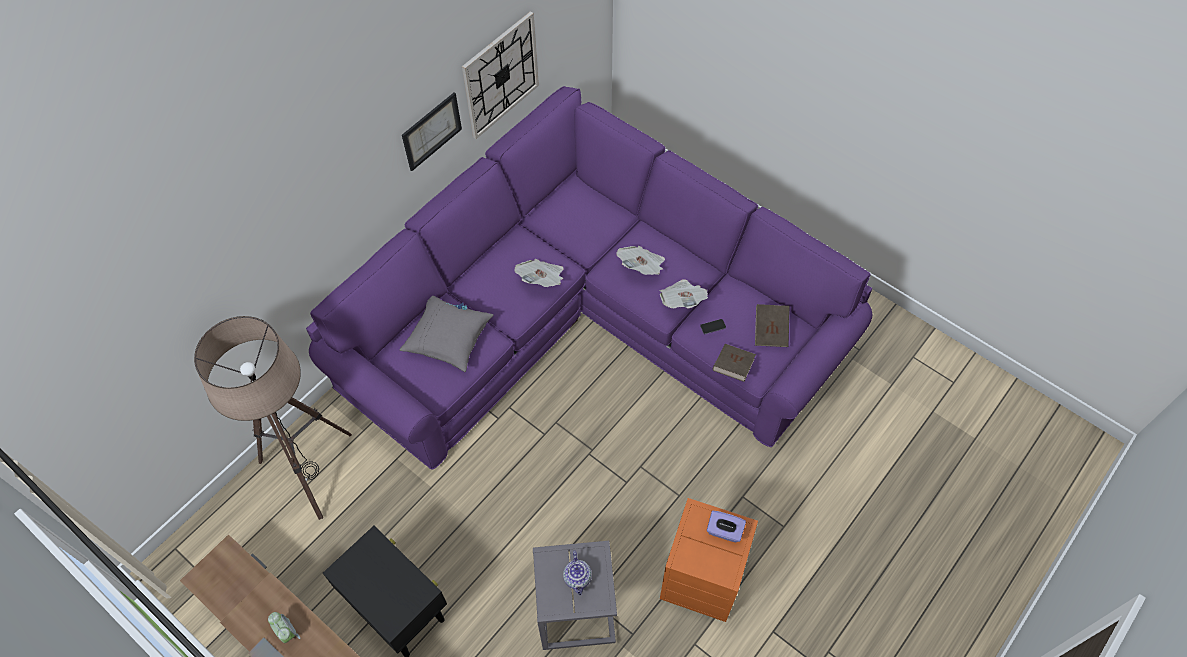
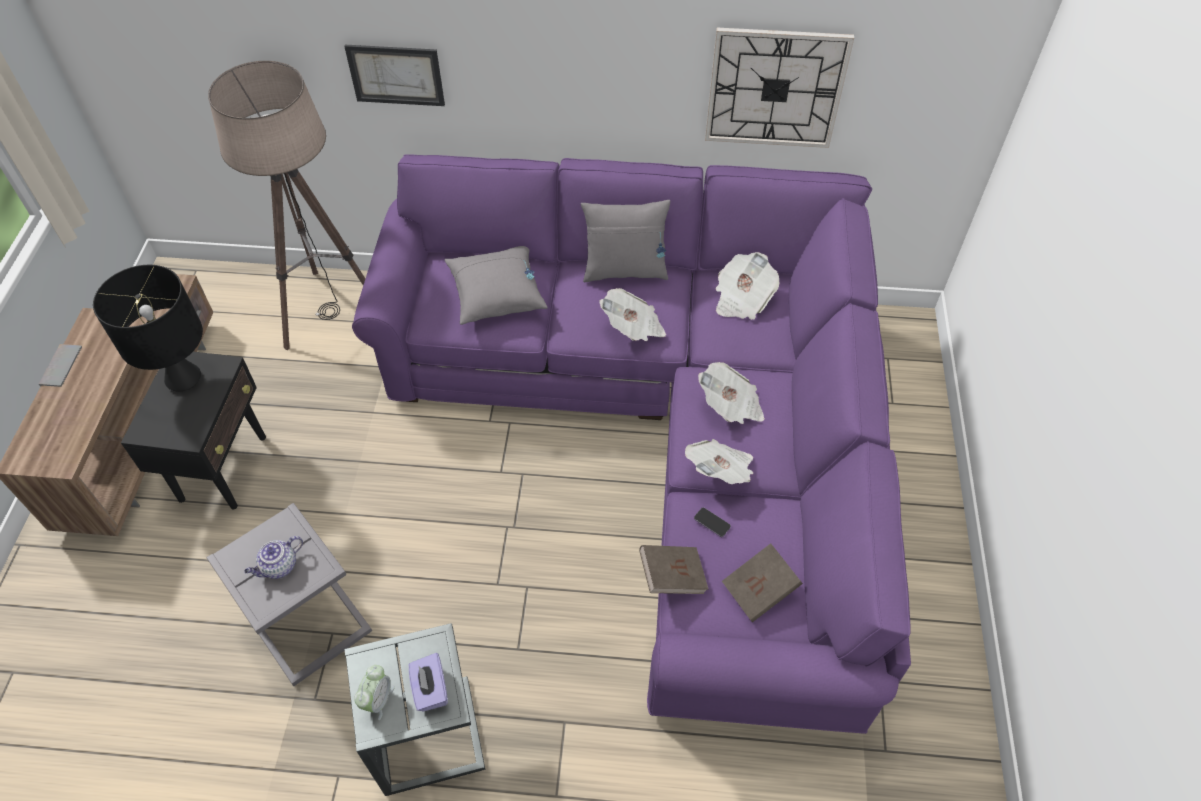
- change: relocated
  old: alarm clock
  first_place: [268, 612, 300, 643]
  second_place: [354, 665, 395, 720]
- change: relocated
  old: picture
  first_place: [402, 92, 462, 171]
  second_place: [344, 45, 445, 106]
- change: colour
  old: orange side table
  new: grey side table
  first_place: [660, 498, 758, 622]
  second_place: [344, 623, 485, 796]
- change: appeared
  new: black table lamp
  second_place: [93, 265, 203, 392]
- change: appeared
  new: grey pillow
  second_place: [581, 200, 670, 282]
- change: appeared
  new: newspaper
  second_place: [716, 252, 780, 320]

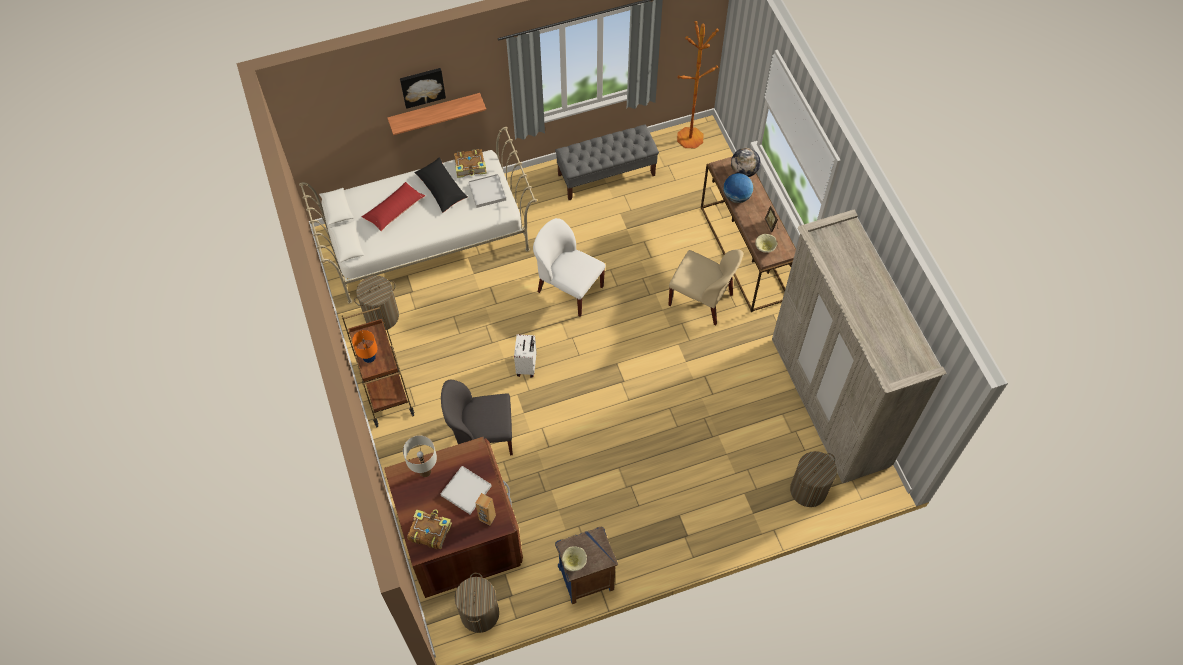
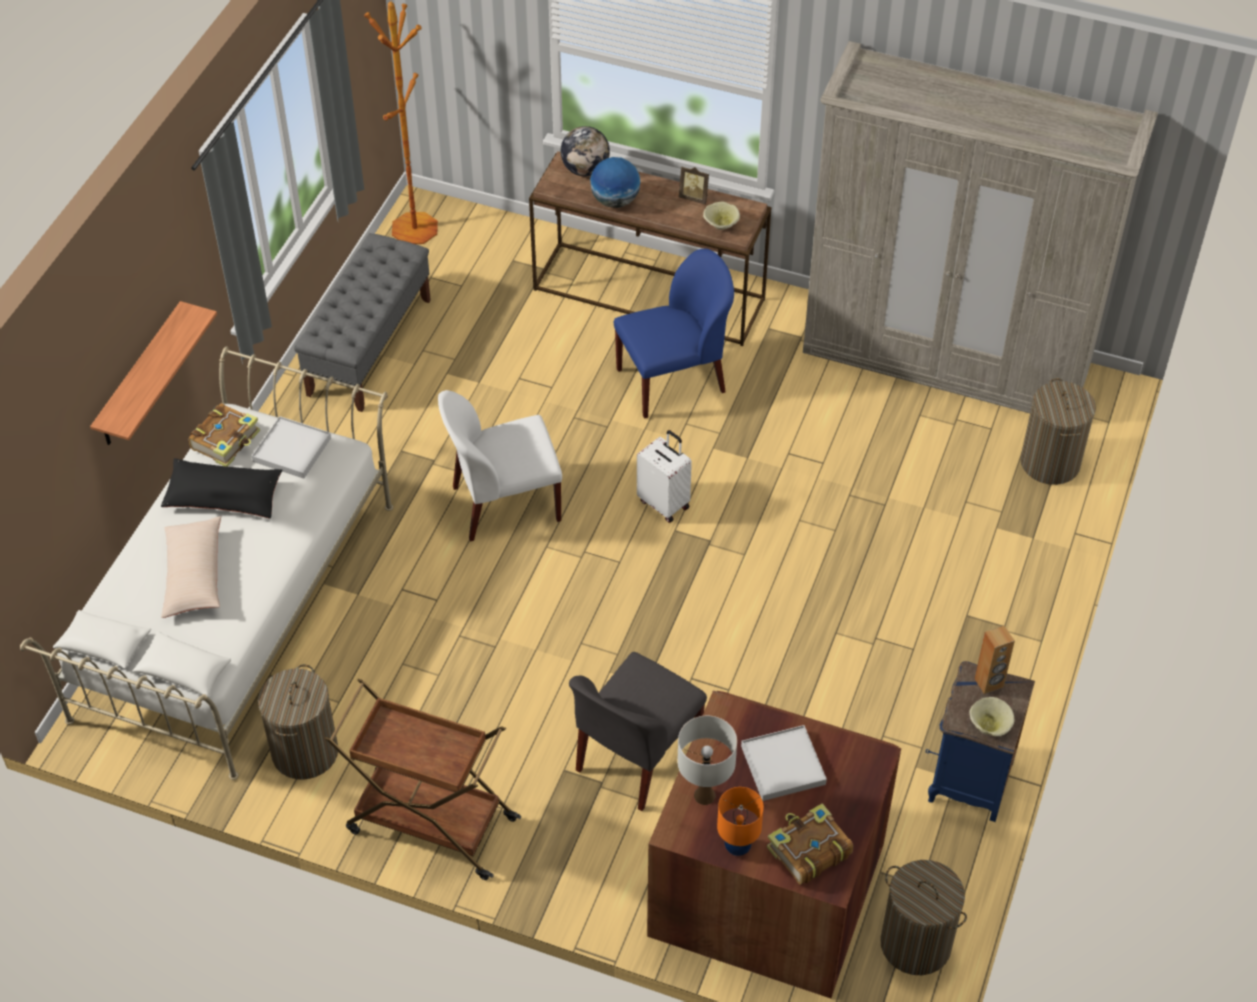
- change: relocated
  old: orange table lamp
  first_place: [352, 330, 377, 363]
  second_place: [717, 787, 764, 856]
- change: colour
  old: red pillow
  new: beige pillow
  first_place: [362, 182, 425, 231]
  second_place: [161, 516, 221, 618]
- change: missing
  old: picture
  first_place: [400, 68, 446, 109]
- change: relocated
  old: brown speaker
  first_place: [475, 493, 496, 525]
  second_place: [974, 626, 1015, 694]
- change: relocated
  old: white suitcase
  first_place: [514, 334, 537, 378]
  second_place: [637, 430, 692, 523]
- change: colour
  old: beige chair
  new: blue chair
  first_place: [668, 249, 743, 325]
  second_place: [614, 249, 734, 419]

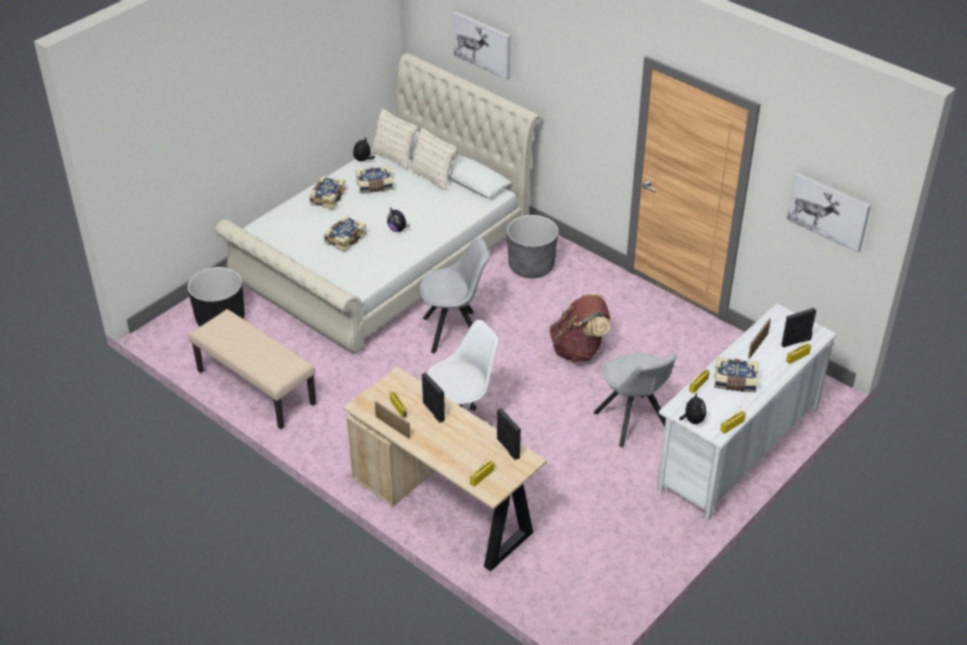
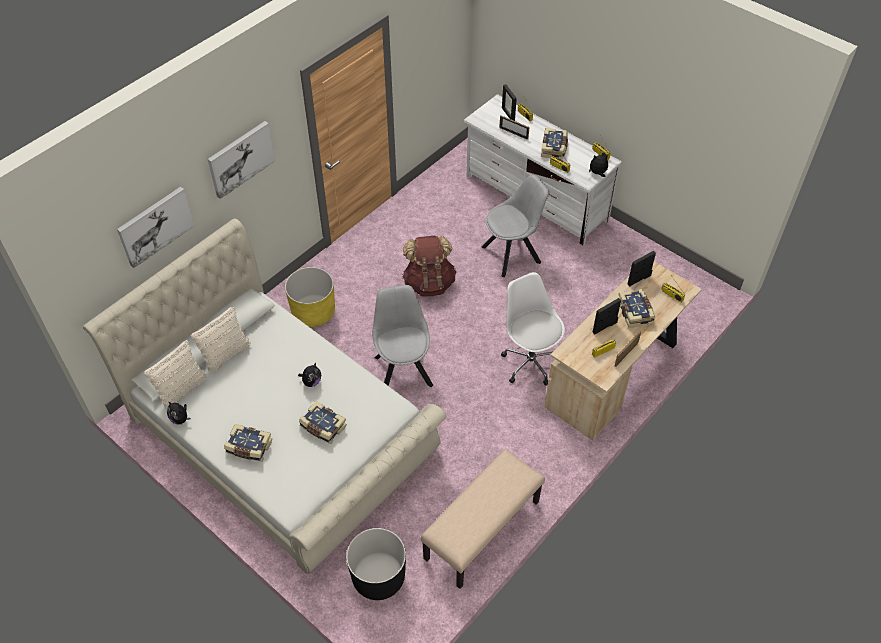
- change: relocated
  old: book
  first_place: [356, 166, 394, 193]
  second_place: [618, 289, 655, 328]
- change: colour
  old: grey planter
  new: yellow planter
  first_place: [507, 215, 558, 278]
  second_place: [285, 267, 335, 327]
- change: relocated
  old: picture
  first_place: [787, 173, 871, 253]
  second_place: [208, 121, 275, 199]

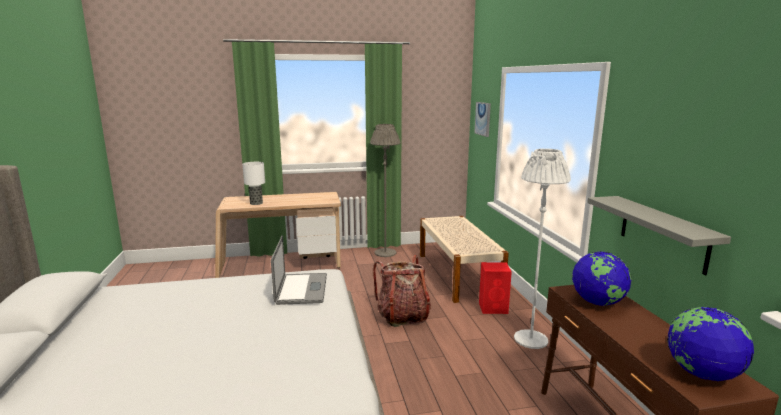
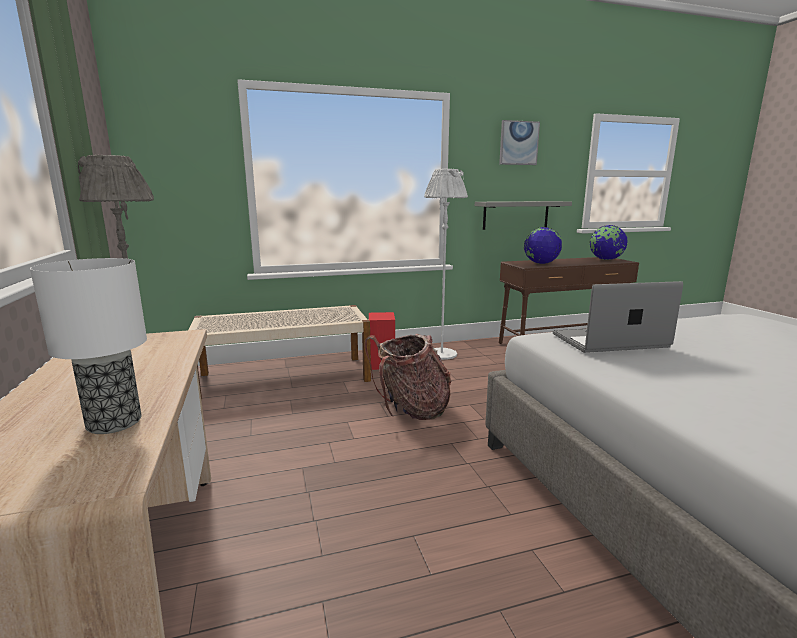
- change: relocated
  old: picture
  first_place: [474, 102, 491, 137]
  second_place: [499, 120, 540, 165]

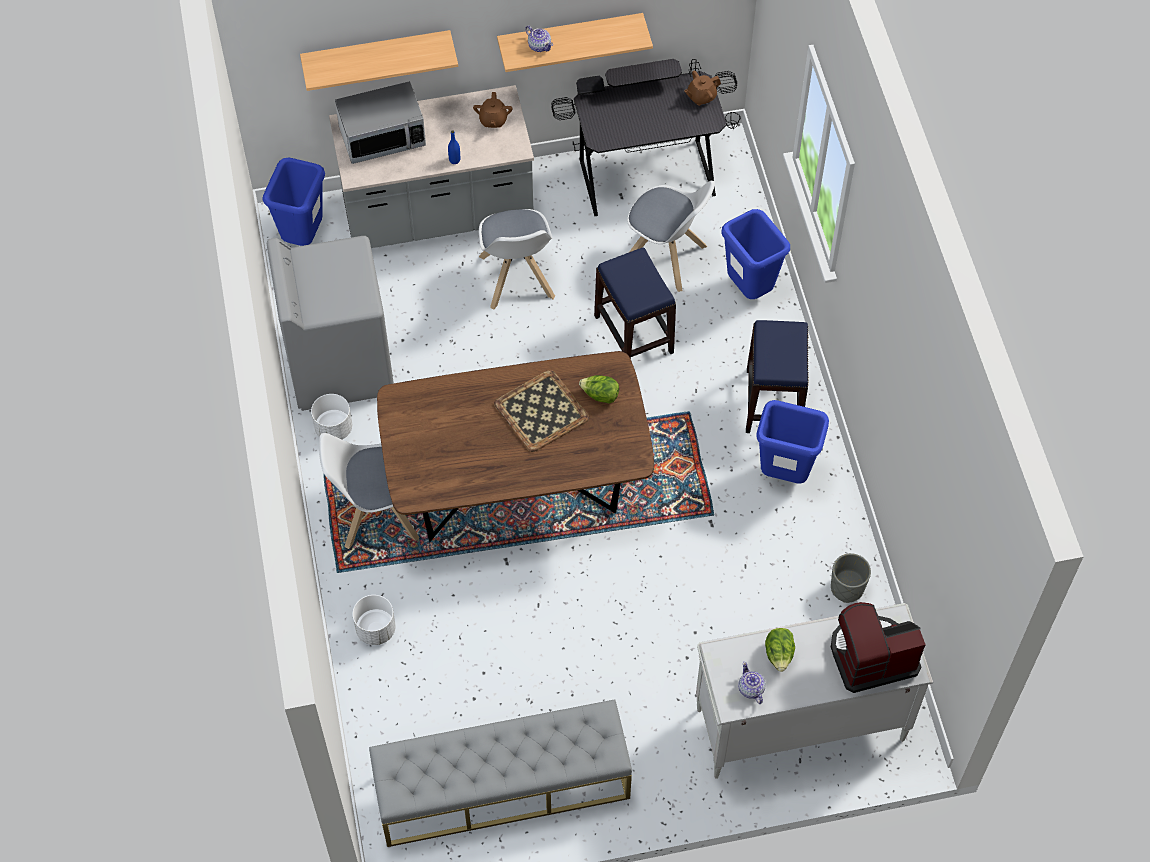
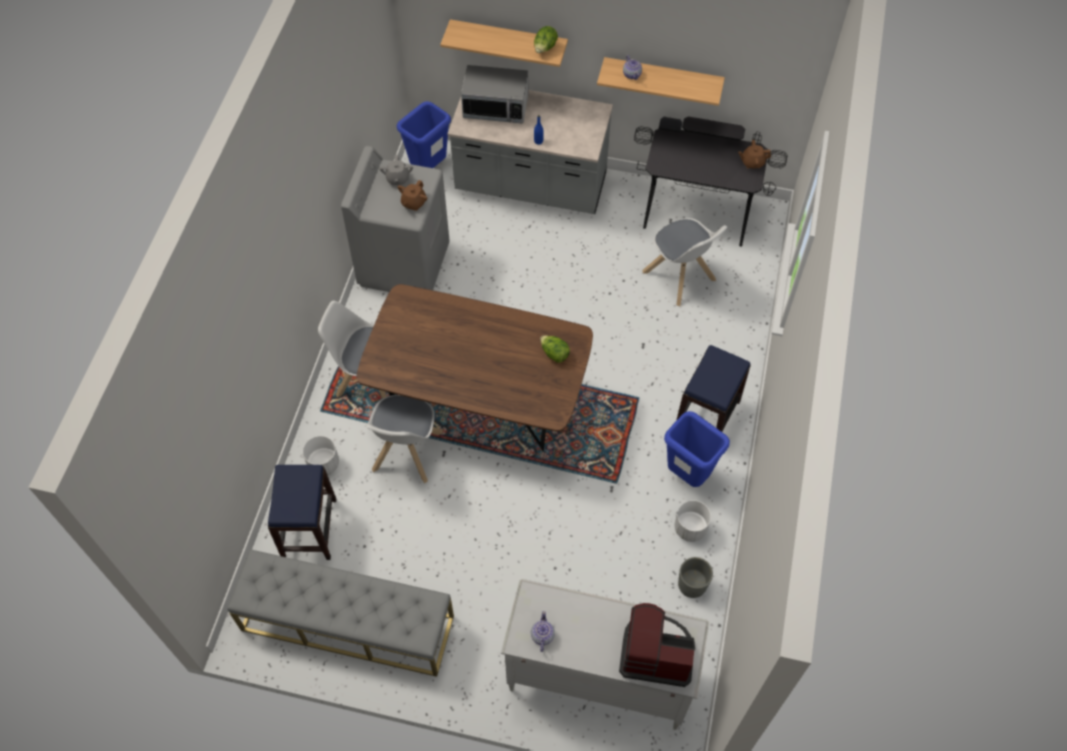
- change: relocated
  old: white planter
  first_place: [311, 394, 352, 439]
  second_place: [674, 500, 711, 542]
- change: relocated
  old: brown teapot
  first_place: [473, 92, 513, 128]
  second_place: [398, 180, 427, 211]
- change: relocated
  old: chair
  first_place: [479, 209, 555, 310]
  second_place: [365, 395, 443, 483]
- change: missing
  old: tray
  first_place: [494, 370, 589, 452]
- change: relocated
  old: stool
  first_place: [594, 247, 676, 359]
  second_place: [268, 465, 336, 560]
- change: missing
  old: blue trash can
  first_place: [721, 209, 790, 299]
- change: relocated
  old: lettuce
  first_place: [765, 628, 795, 672]
  second_place: [534, 26, 558, 53]
- change: appeared
  new: grey teapot
  second_place: [380, 155, 413, 185]

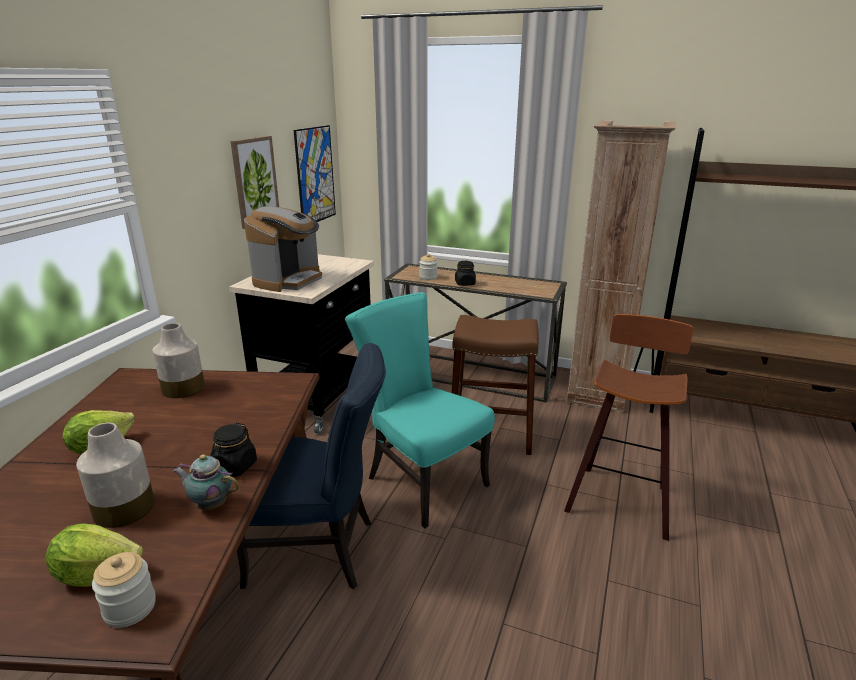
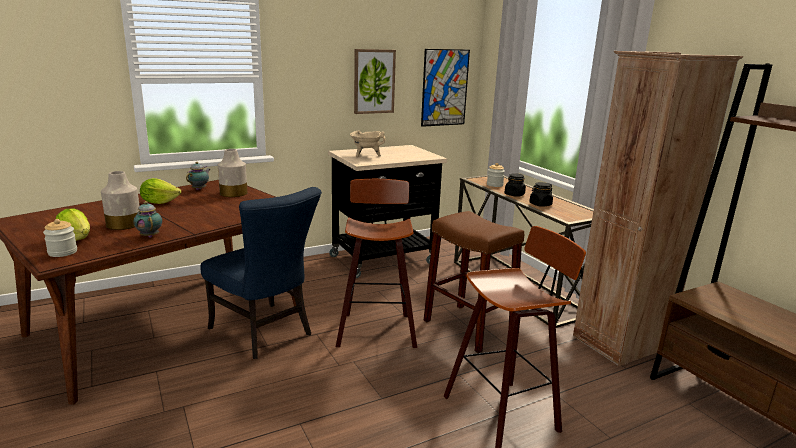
- change: relocated
  old: black jar
  first_place: [210, 423, 257, 477]
  second_place: [529, 182, 553, 207]
- change: exchanged
  old: coffee machine
  new: beige cooking pot
  first_place: [244, 206, 322, 292]
  second_place: [350, 130, 385, 157]
- change: exchanged
  old: turquoise chair
  new: stool
  first_place: [345, 292, 495, 528]
  second_place: [336, 179, 417, 348]
- change: appeared
  new: teapot
  second_place: [186, 162, 210, 190]

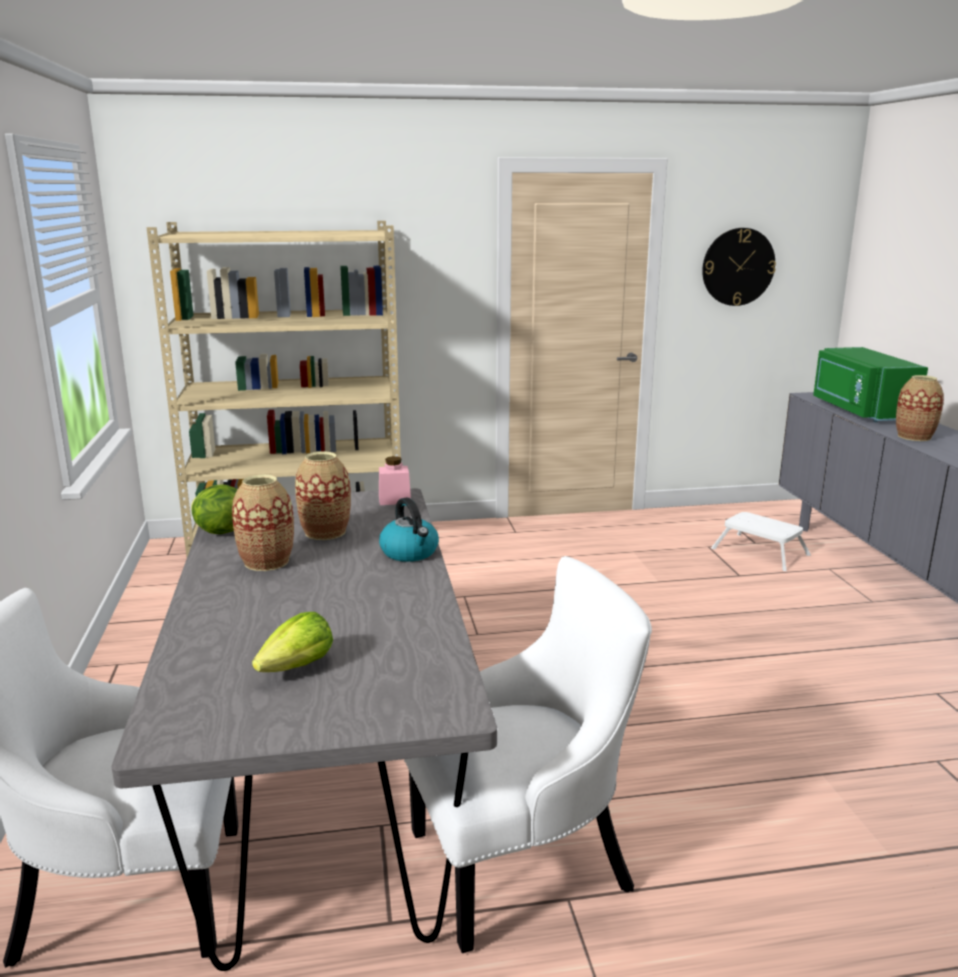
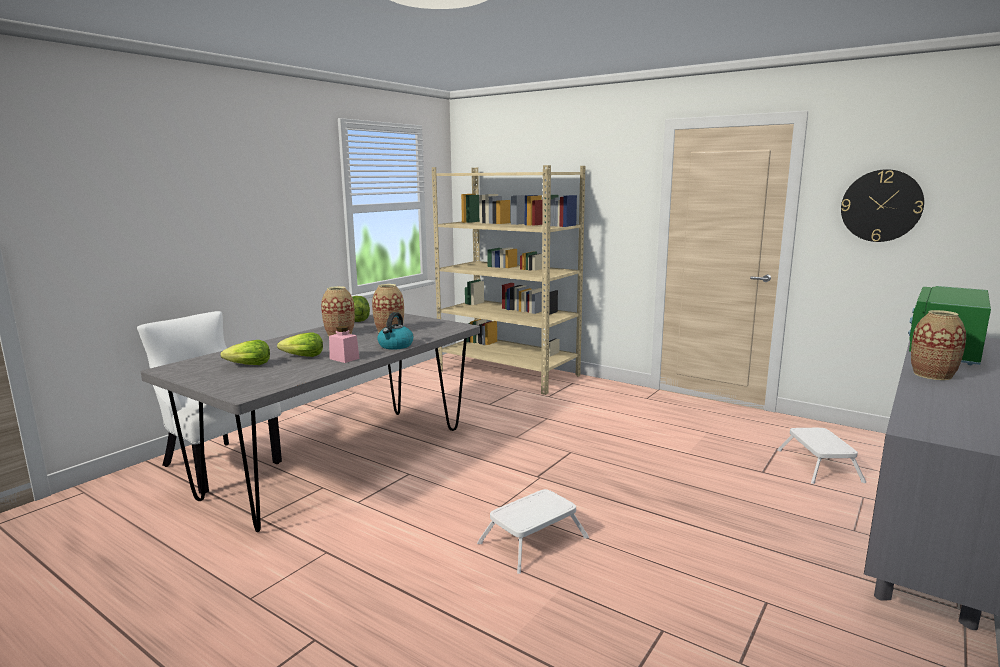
- change: relocated
  old: pink jar
  first_place: [379, 456, 411, 505]
  second_place: [329, 326, 359, 363]
- change: missing
  old: white chair
  first_place: [404, 556, 652, 953]
- change: appeared
  new: lettuce
  second_place: [277, 332, 323, 357]
- change: appeared
  new: white step ladder
  second_place: [477, 489, 589, 574]

